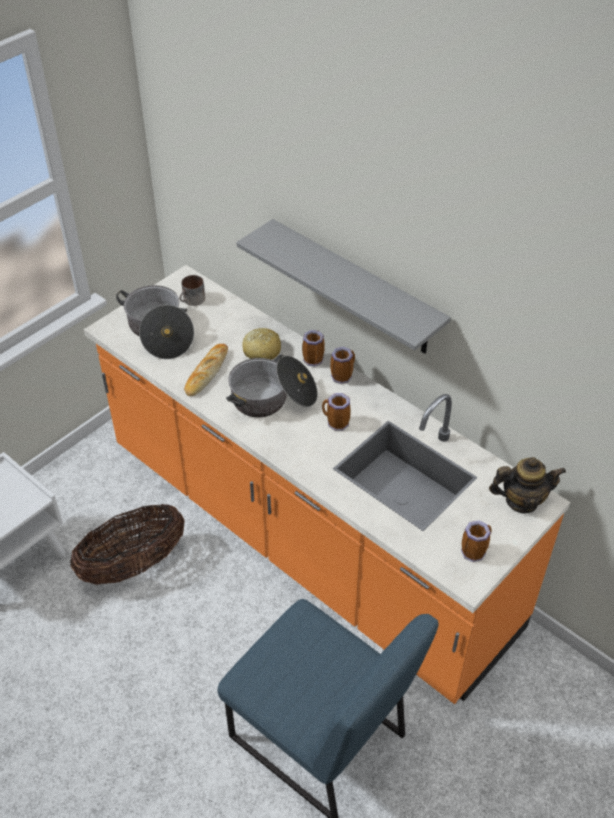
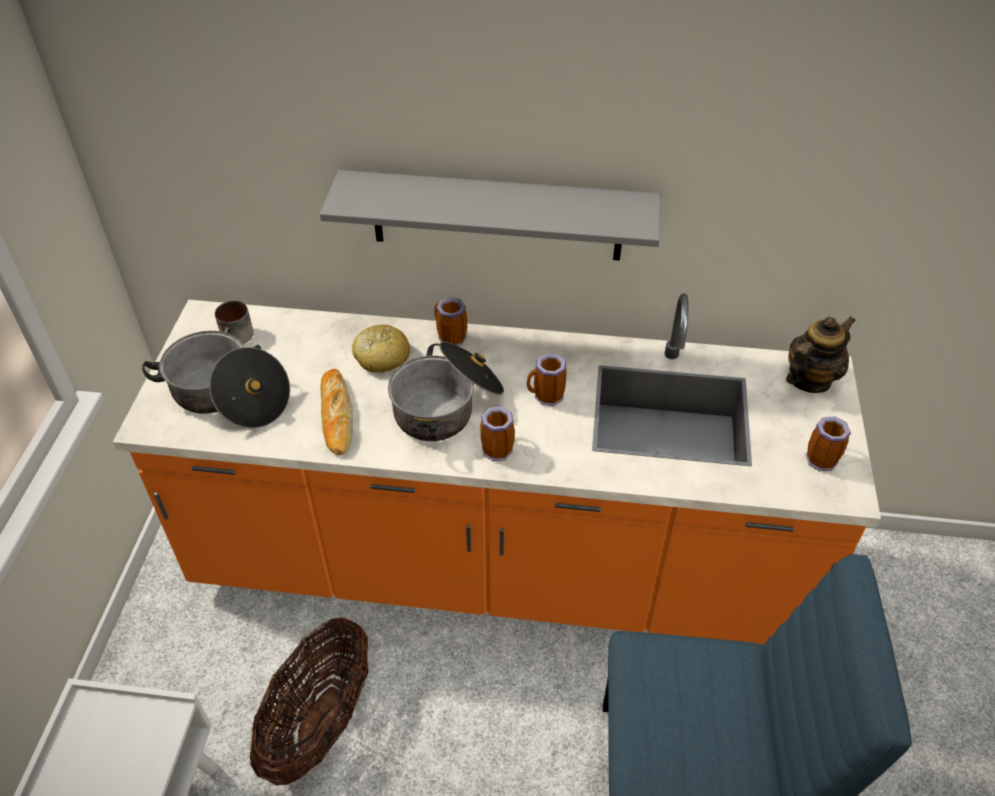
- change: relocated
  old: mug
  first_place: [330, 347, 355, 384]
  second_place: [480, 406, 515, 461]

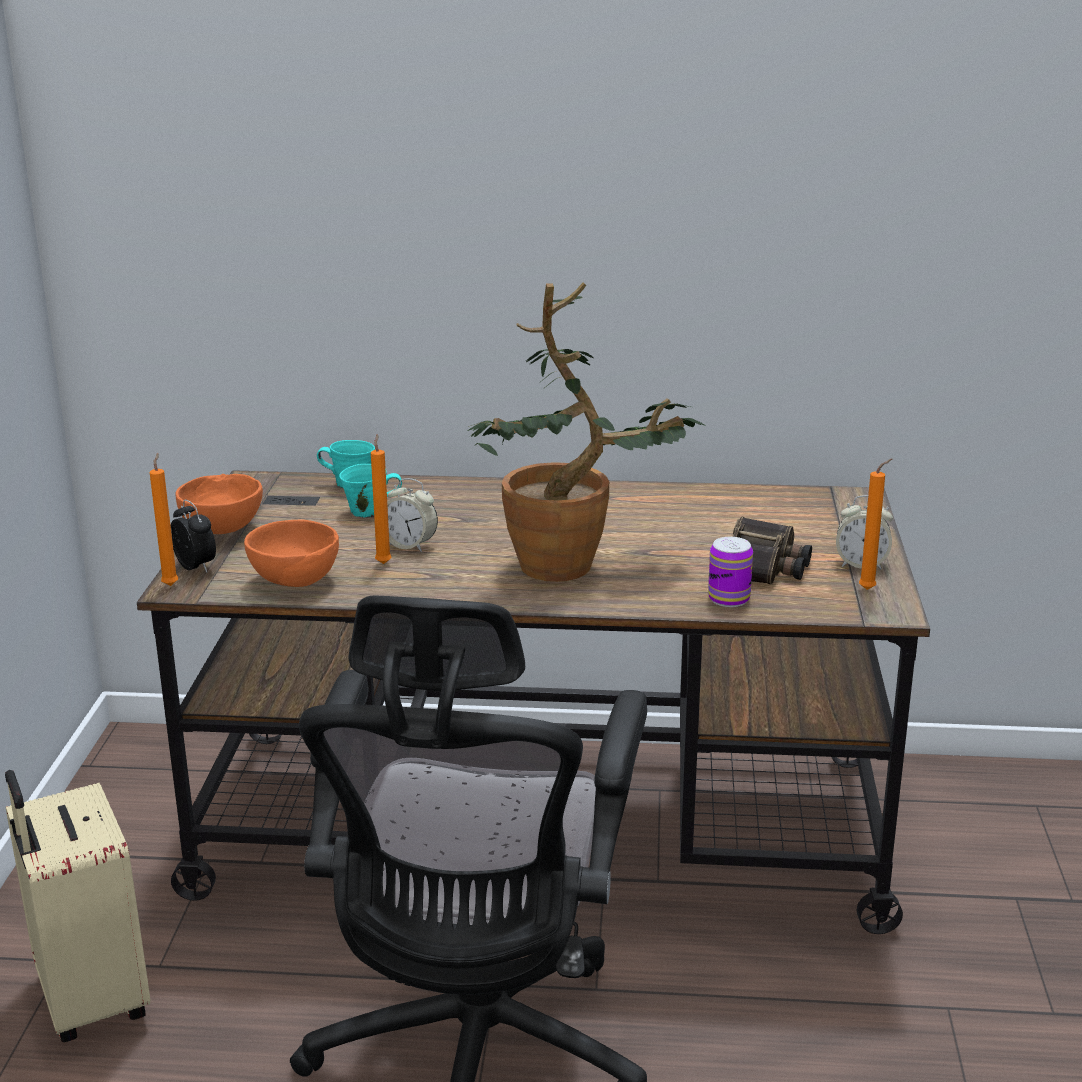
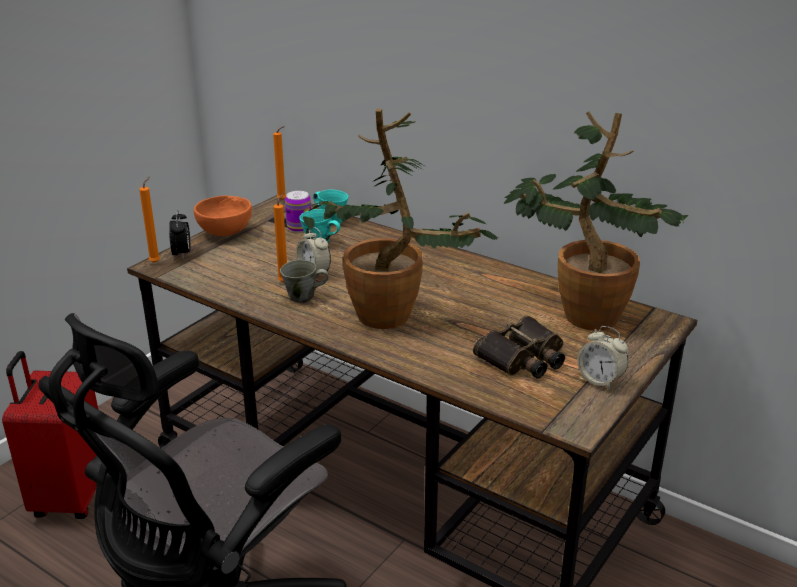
- change: colour
  old: beige suitcase
  new: red suitcase
  first_place: [5, 770, 151, 1042]
  second_place: [2, 351, 98, 519]
- change: missing
  old: orange bowl
  first_place: [244, 520, 339, 587]
- change: relocated
  old: can
  first_place: [708, 537, 753, 607]
  second_place: [285, 191, 311, 232]
- change: relocated
  old: orange candle
  first_place: [859, 458, 892, 590]
  second_place: [273, 126, 286, 200]
- change: appeared
  new: grey mug
  second_place: [280, 260, 329, 303]
- change: appeared
  new: potted plant
  second_place: [504, 111, 688, 331]

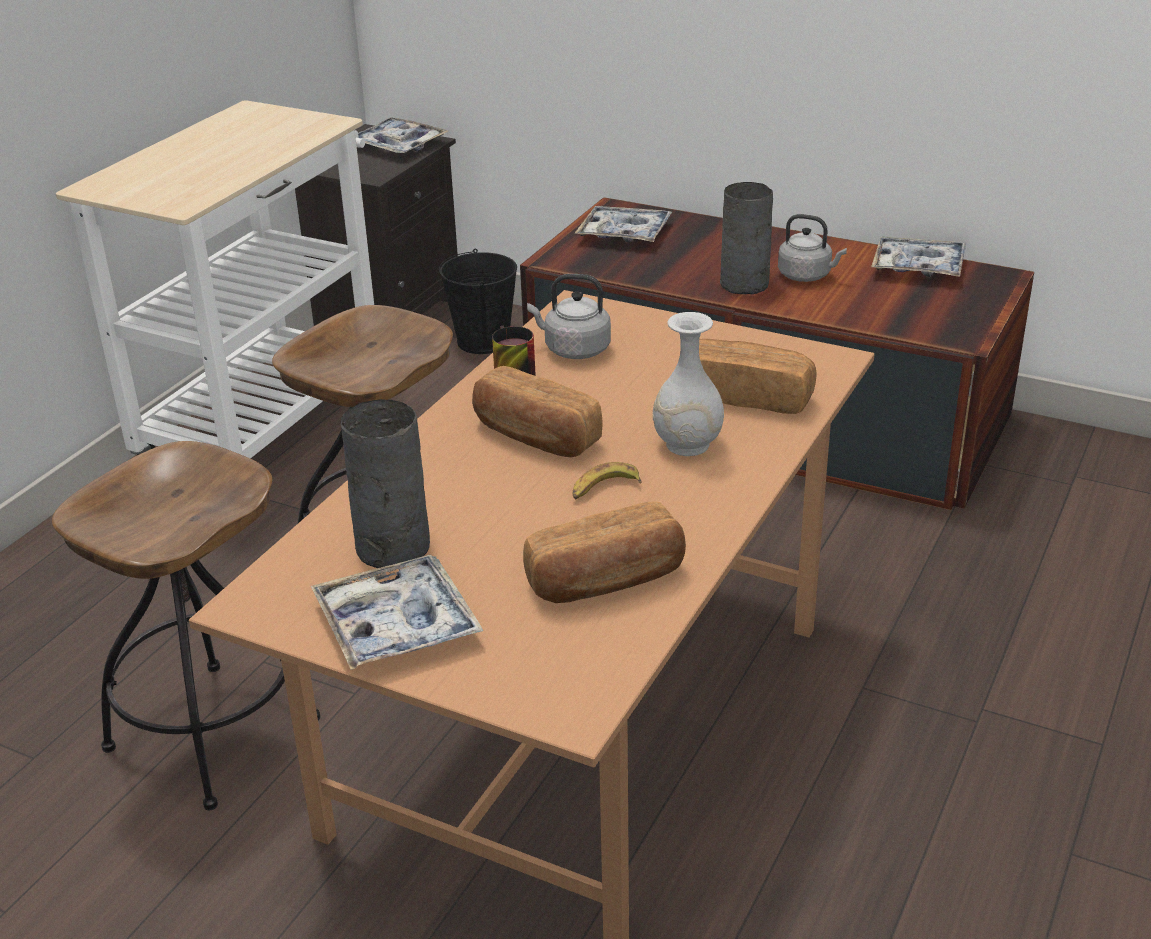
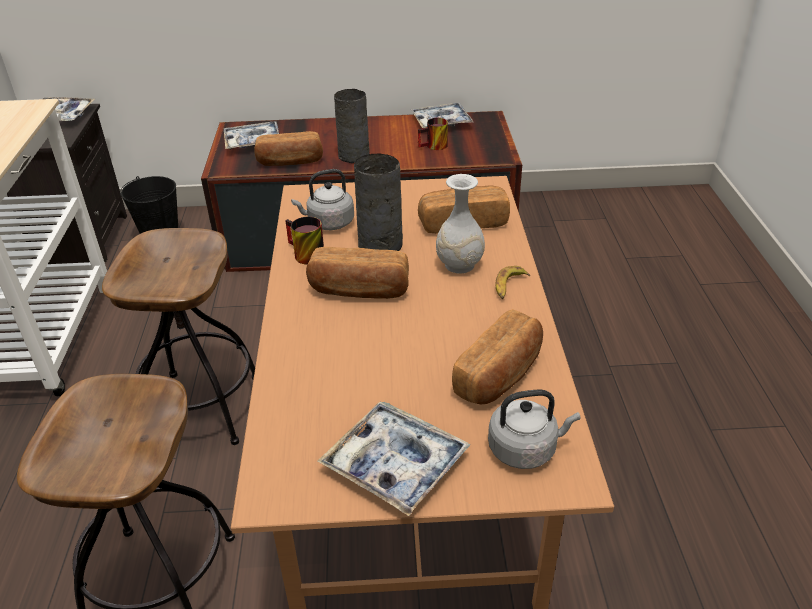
- change: relocated
  old: grey vase
  first_place: [341, 399, 430, 568]
  second_place: [354, 154, 403, 251]
- change: relocated
  old: banana
  first_place: [573, 462, 641, 499]
  second_place: [496, 266, 530, 299]
- change: relocated
  old: grey kettle
  first_place: [778, 214, 847, 282]
  second_place: [488, 389, 580, 469]
- change: appeared
  new: bread
  second_place: [254, 131, 323, 166]
- change: appeared
  new: mug
  second_place: [418, 118, 448, 150]

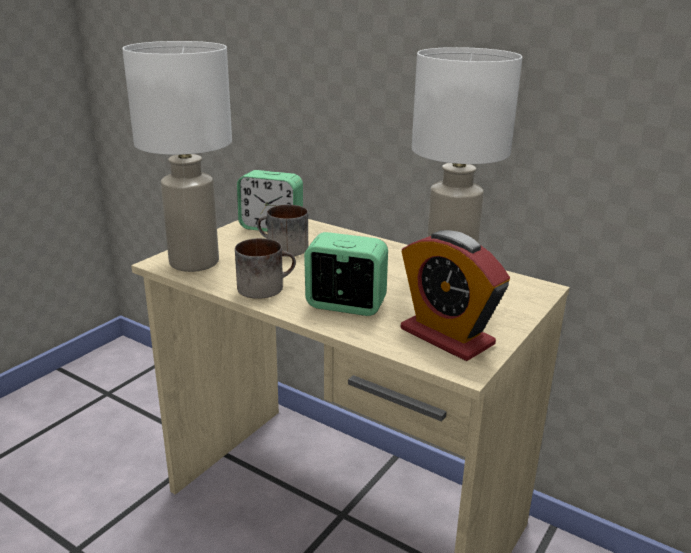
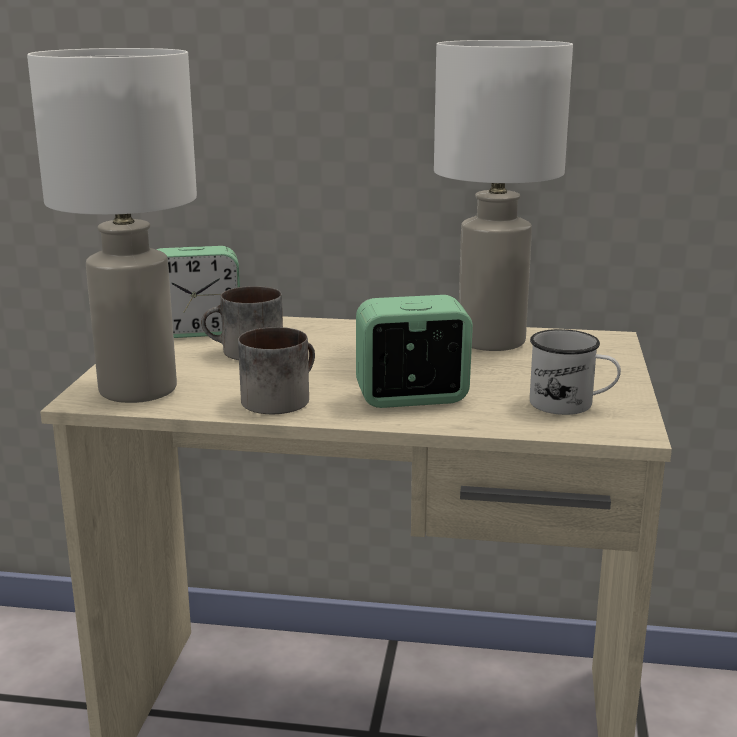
- change: exchanged
  old: alarm clock
  new: white mug
  first_place: [401, 230, 510, 361]
  second_place: [530, 329, 621, 415]

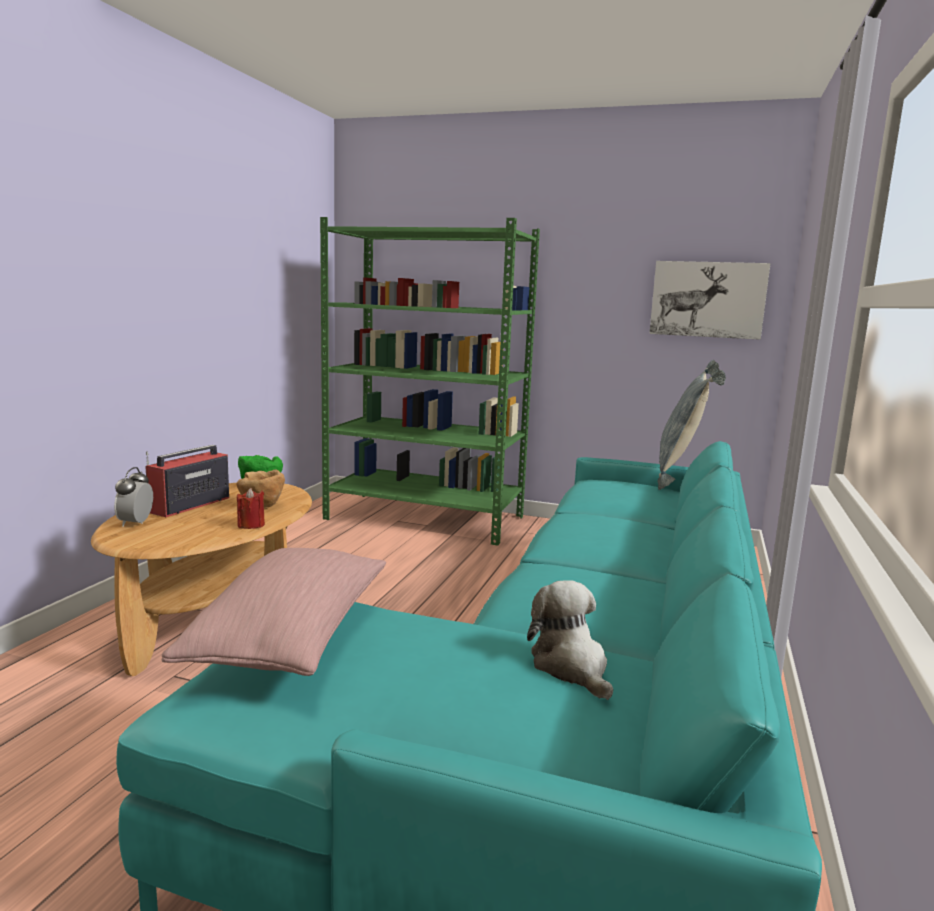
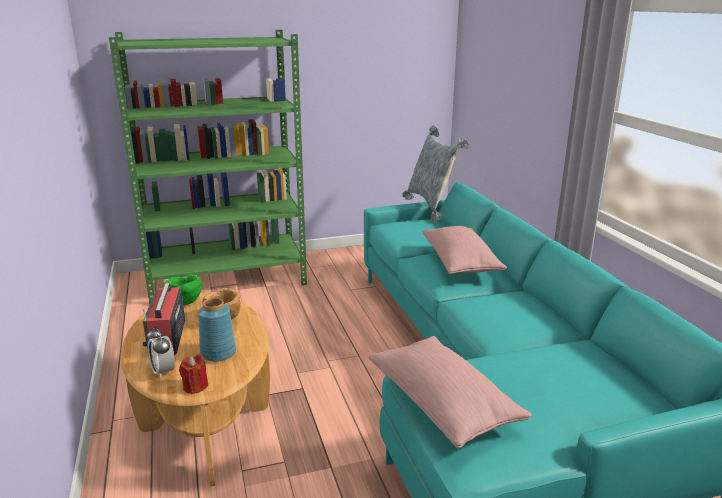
- change: relocated
  old: red candle
  first_place: [237, 488, 265, 529]
  second_place: [179, 354, 209, 394]
- change: missing
  old: plush toy
  first_place: [527, 580, 613, 700]
- change: missing
  old: picture
  first_place: [649, 261, 771, 340]
- change: appeared
  new: blue vase
  second_place: [198, 298, 236, 362]
- change: appeared
  new: pink pillow
  second_place: [422, 226, 507, 274]

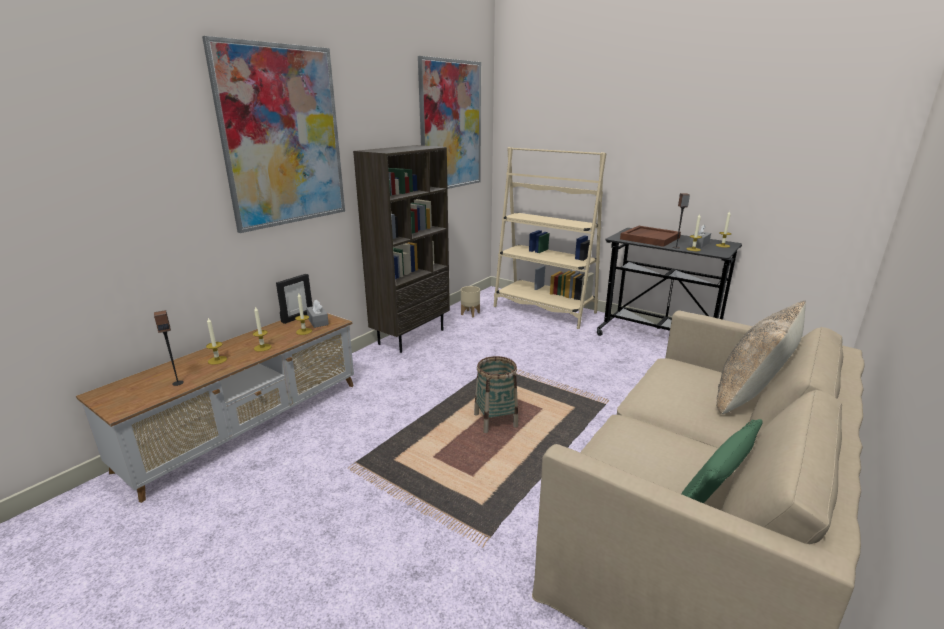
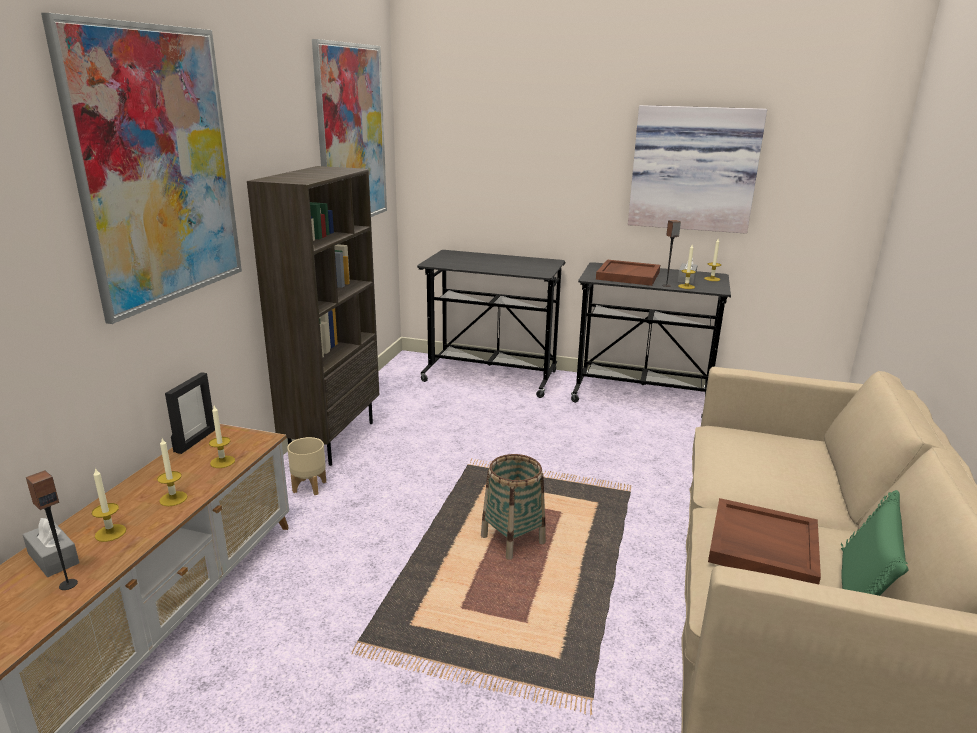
- change: relocated
  old: grey tissue box
  first_place: [306, 300, 329, 328]
  second_place: [23, 518, 79, 577]
- change: relocated
  old: beige planter
  first_place: [461, 286, 480, 318]
  second_place: [287, 437, 326, 495]
- change: exchanged
  old: beige bookcase
  new: black desk
  first_place: [493, 147, 606, 329]
  second_place: [417, 250, 565, 398]
- change: missing
  old: beige pillow
  first_place: [716, 301, 806, 414]
- change: appeared
  new: picture
  second_place: [628, 105, 767, 234]
- change: appeared
  new: brown tray
  second_place: [708, 498, 821, 584]

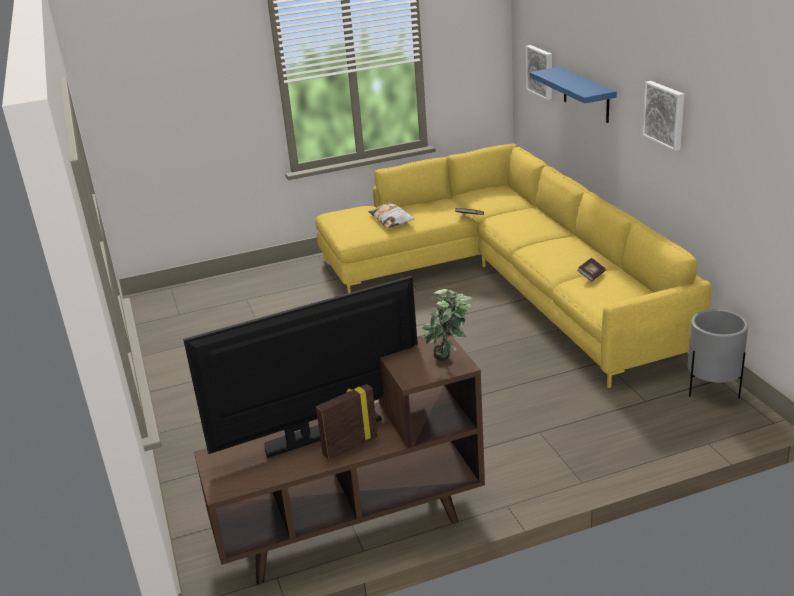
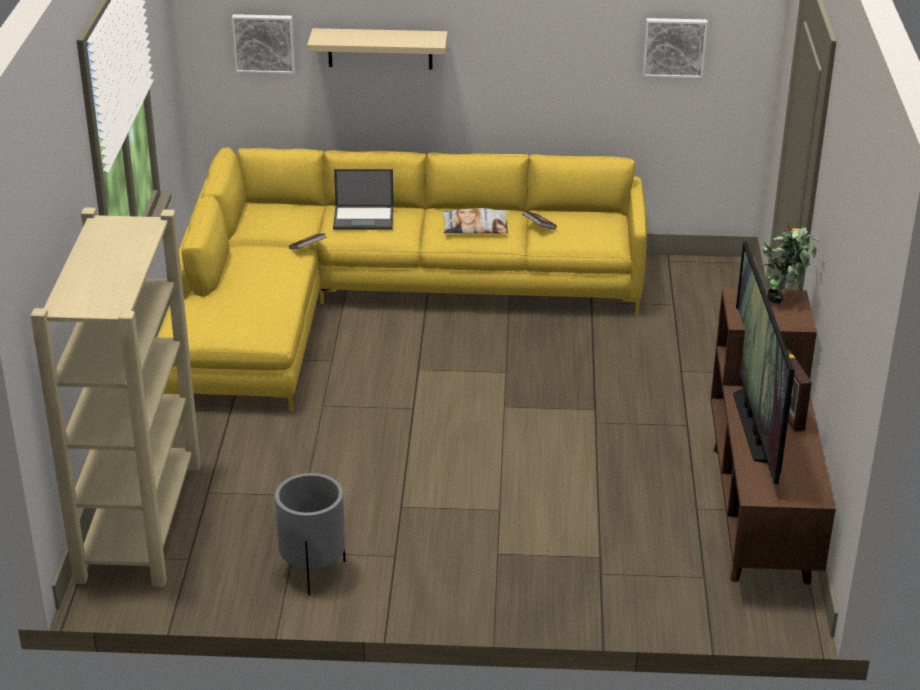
- change: relocated
  old: pillow
  first_place: [368, 202, 414, 228]
  second_place: [442, 208, 508, 234]
- change: colour
  old: blue shelf
  new: beige shelf
  first_place: [530, 67, 617, 123]
  second_place: [307, 28, 448, 69]
- change: relocated
  old: picture
  first_place: [642, 81, 684, 151]
  second_place: [643, 18, 708, 78]
- change: relocated
  old: grey planter
  first_place: [687, 309, 748, 399]
  second_place: [275, 473, 346, 595]
- change: appeared
  new: beige bookcase
  second_place: [31, 207, 201, 587]
- change: appeared
  new: laptop
  second_place: [333, 169, 394, 230]

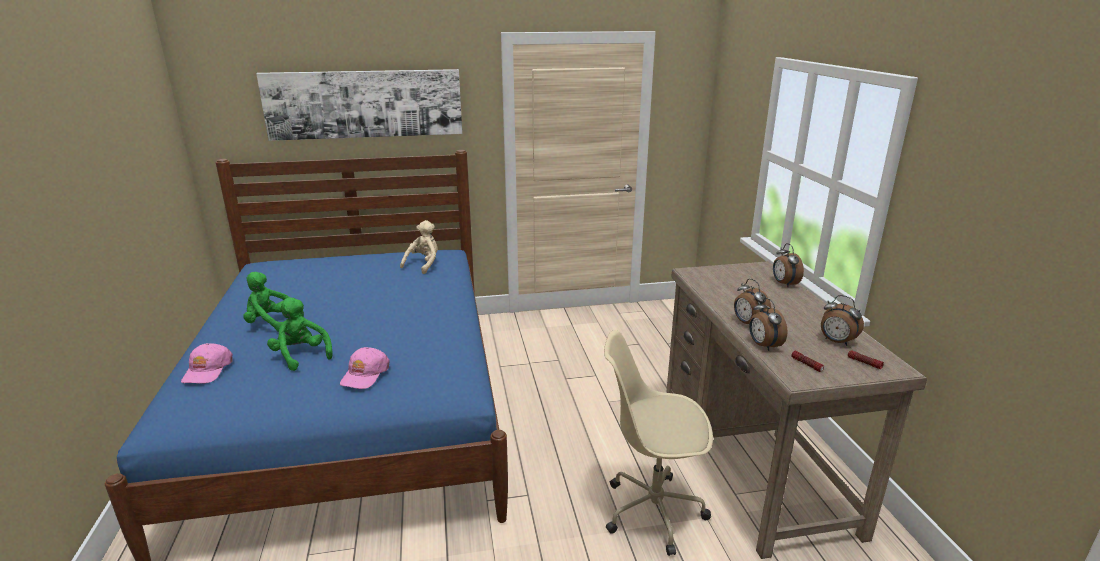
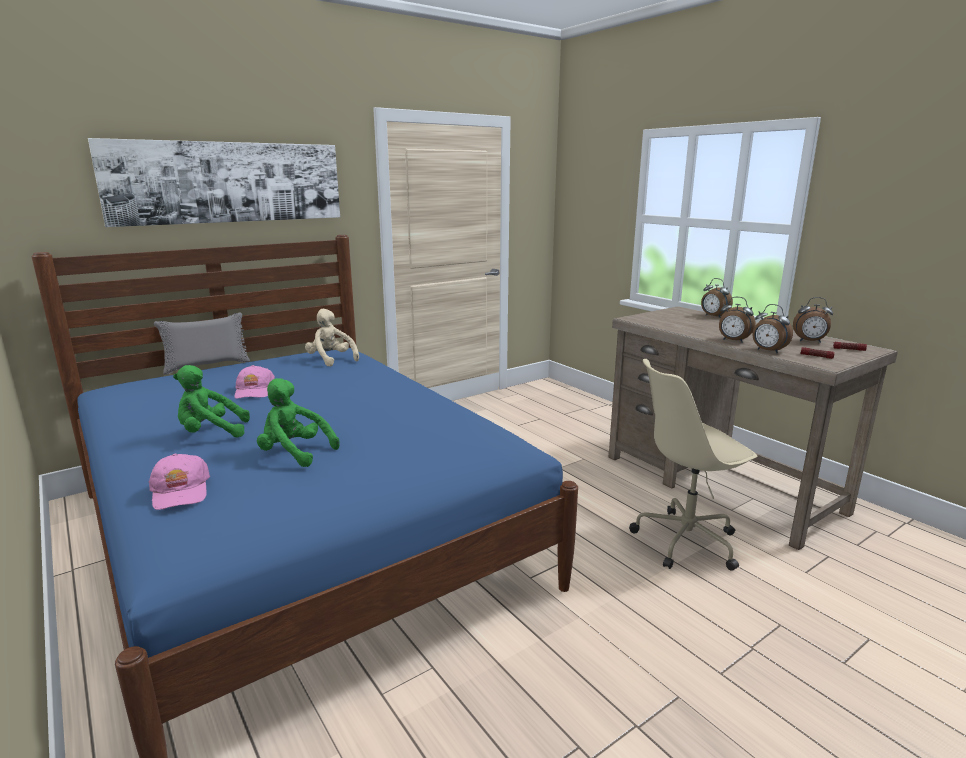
- change: relocated
  old: pink cap
  first_place: [340, 347, 390, 389]
  second_place: [234, 365, 275, 399]
- change: spun
  old: beige plush toy
  first_place: [400, 220, 438, 274]
  second_place: [305, 309, 359, 367]
  degrees: -45
- change: appeared
  new: grey pillow
  second_place: [154, 313, 250, 375]

